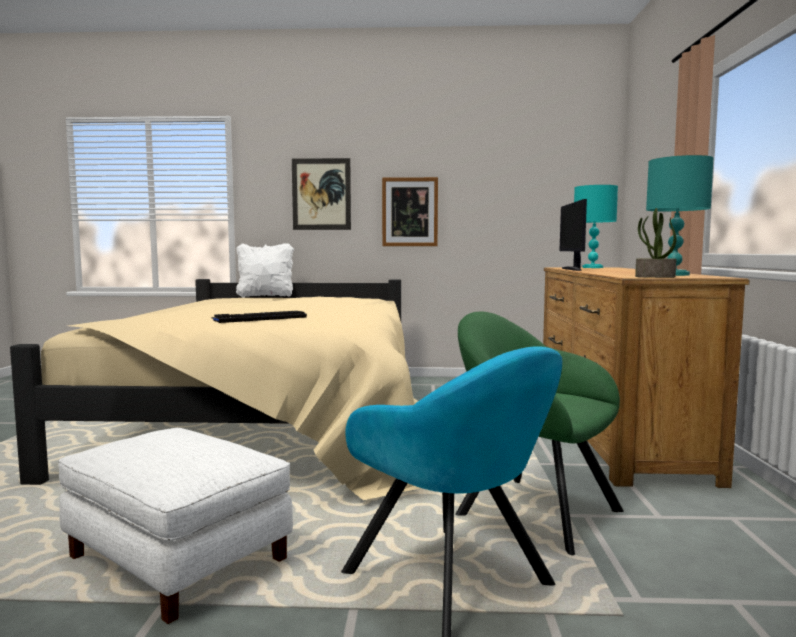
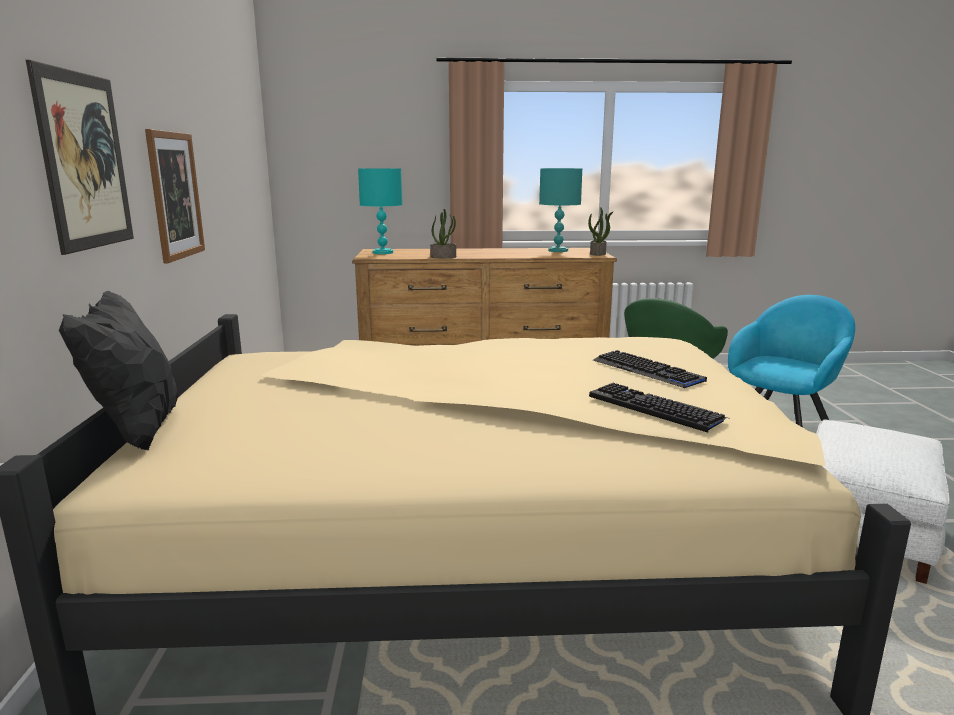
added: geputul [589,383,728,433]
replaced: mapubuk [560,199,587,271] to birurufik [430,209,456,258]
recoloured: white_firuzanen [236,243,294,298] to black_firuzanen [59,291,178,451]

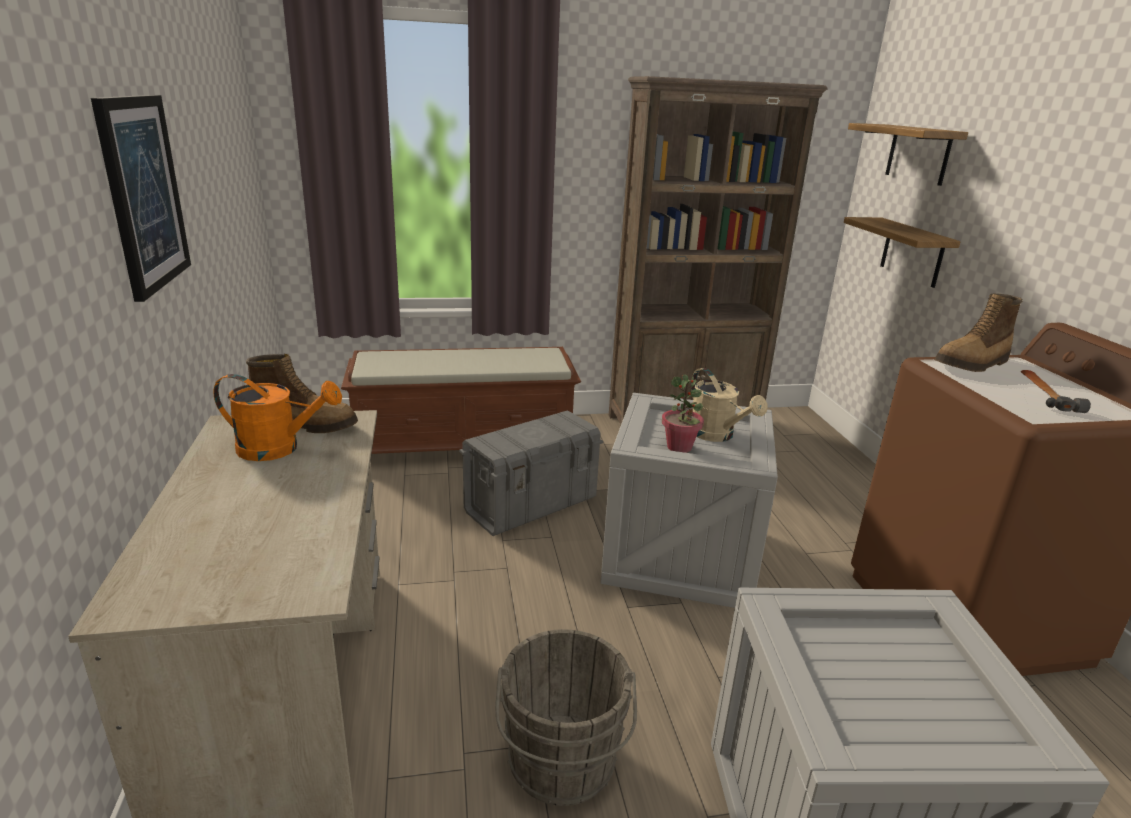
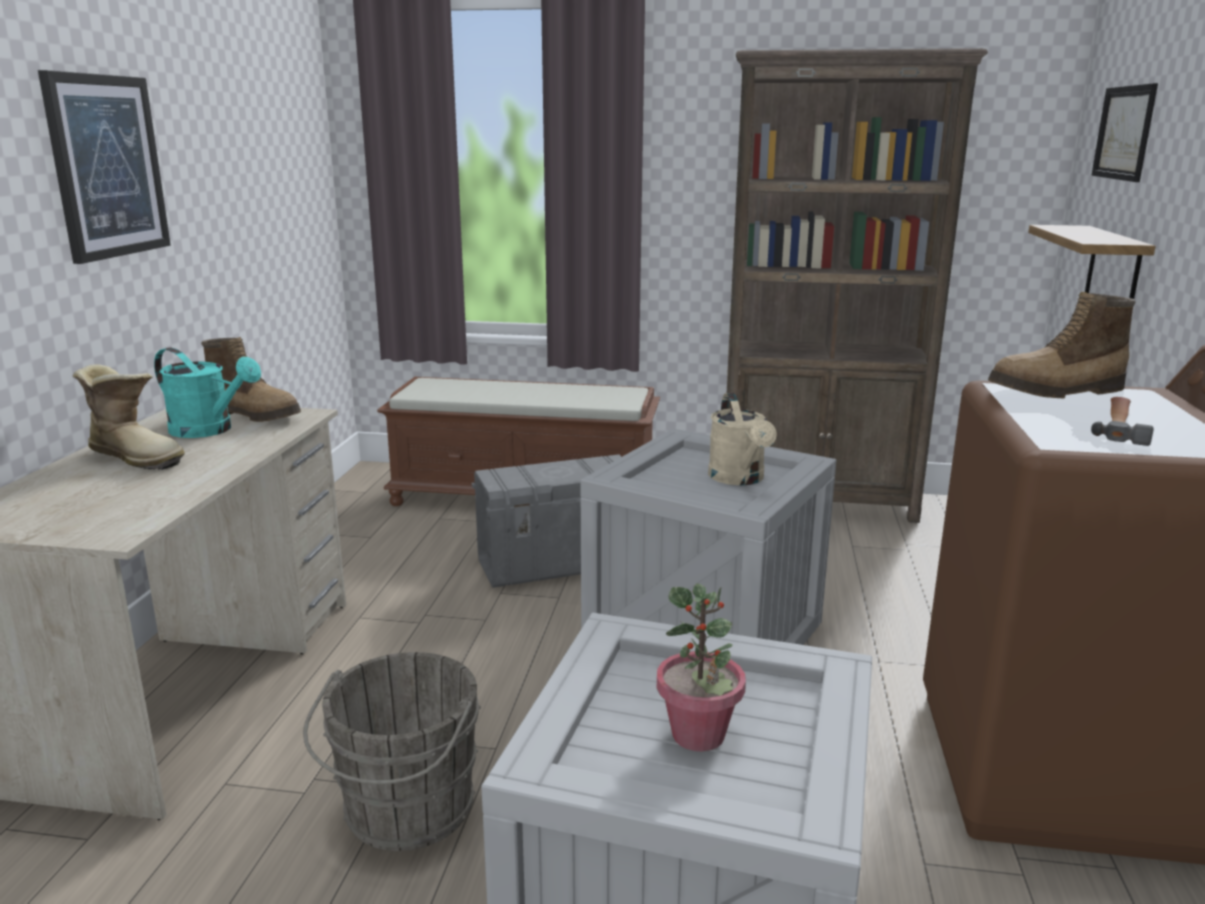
added: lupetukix [73,364,185,470]
moved: birurufik [662,374,704,453] to [657,583,746,751]
replaced: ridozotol [848,123,968,186] to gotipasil [1091,83,1158,182]
recoloured: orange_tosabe [214,374,342,461] to turquoise_tosabe [154,348,261,438]

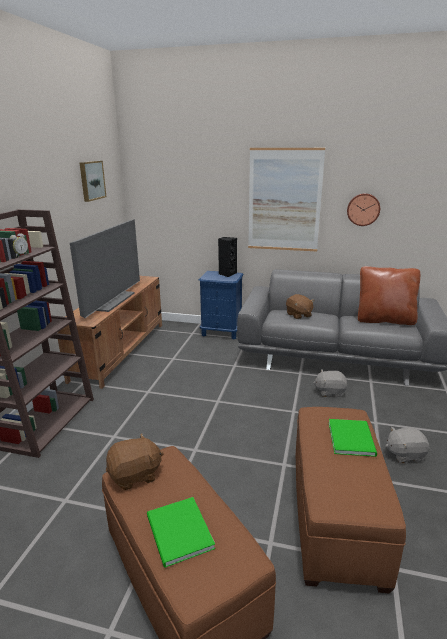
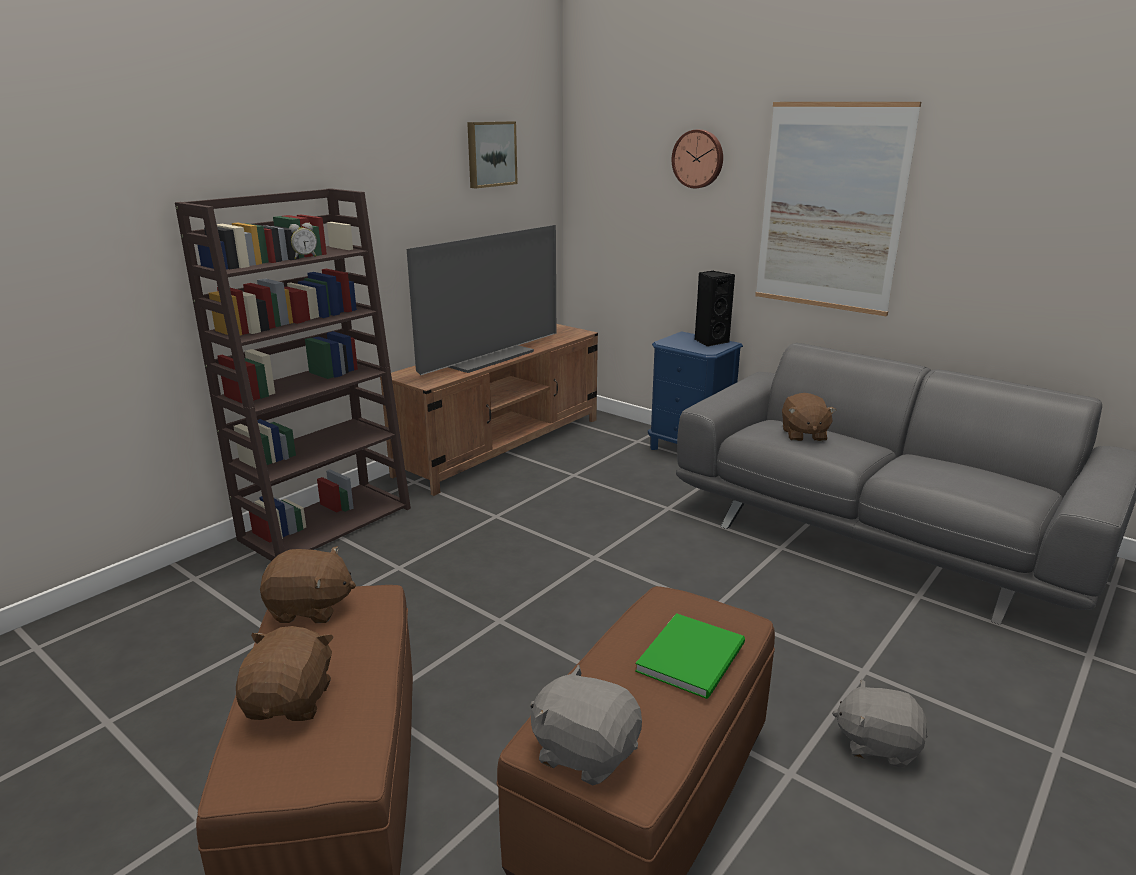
removed: brown_firuzanen [358,266,420,325]
moved: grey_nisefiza [313,369,347,397] to [530,665,642,785]; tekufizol [347,193,380,226] to [672,129,723,188]
replaced: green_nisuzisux [147,497,215,568] to brown_nisefiza [236,626,334,721]

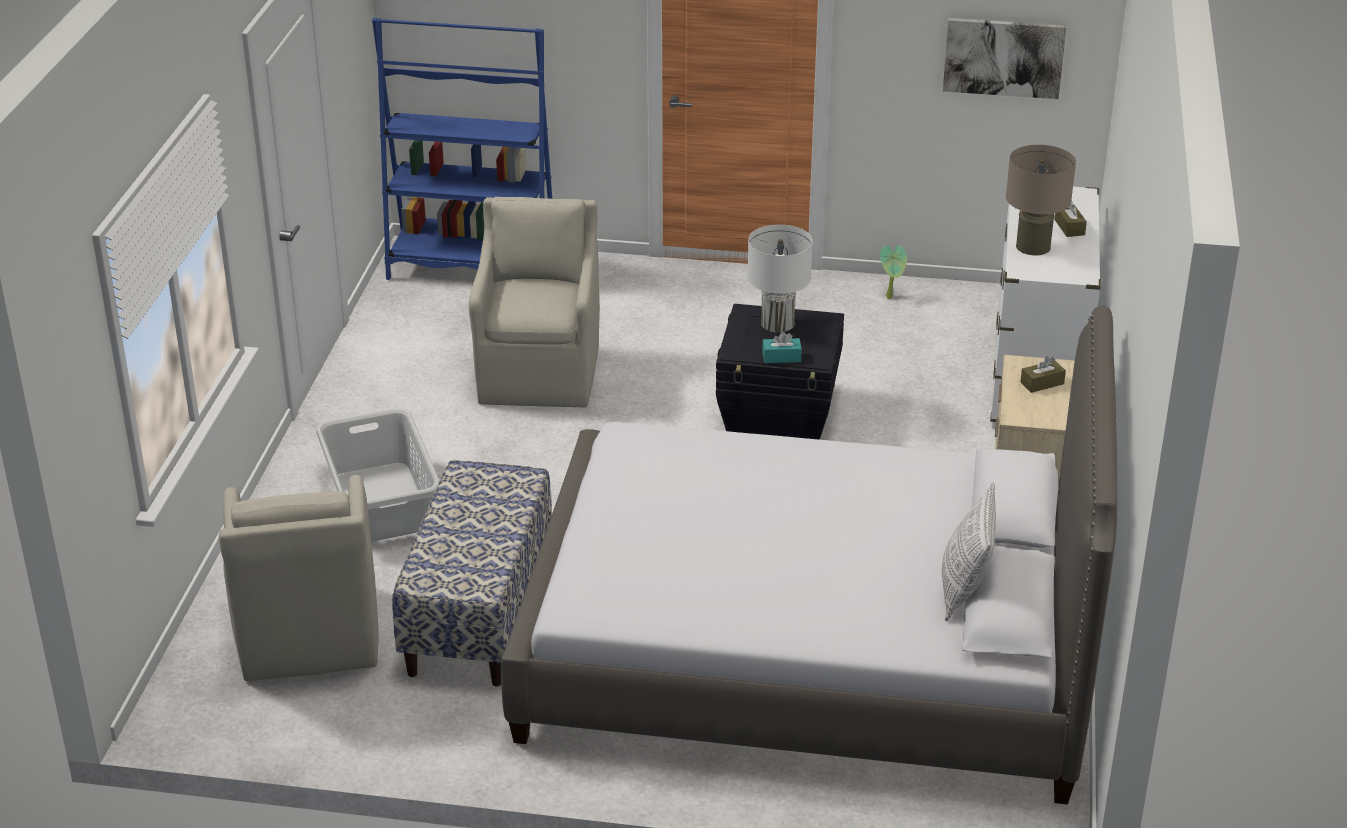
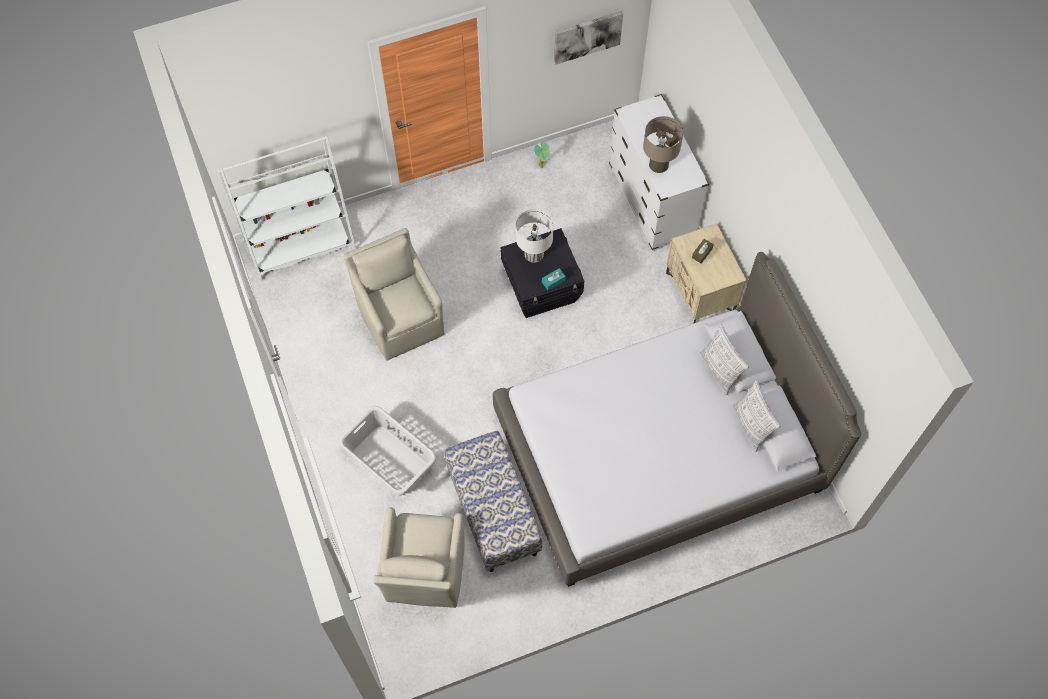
added: firuzanen [700,324,749,395]
recoloured: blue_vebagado [372,18,552,280] to white_vebagado [217,136,356,282]
turned: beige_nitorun [219,475,379,682] = [373,507,465,608] 45 degrees clockwise

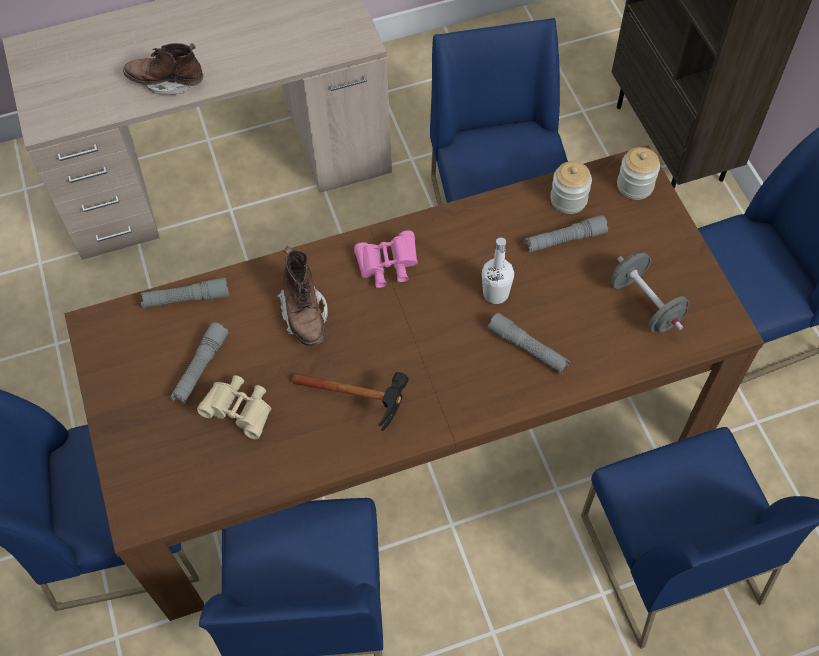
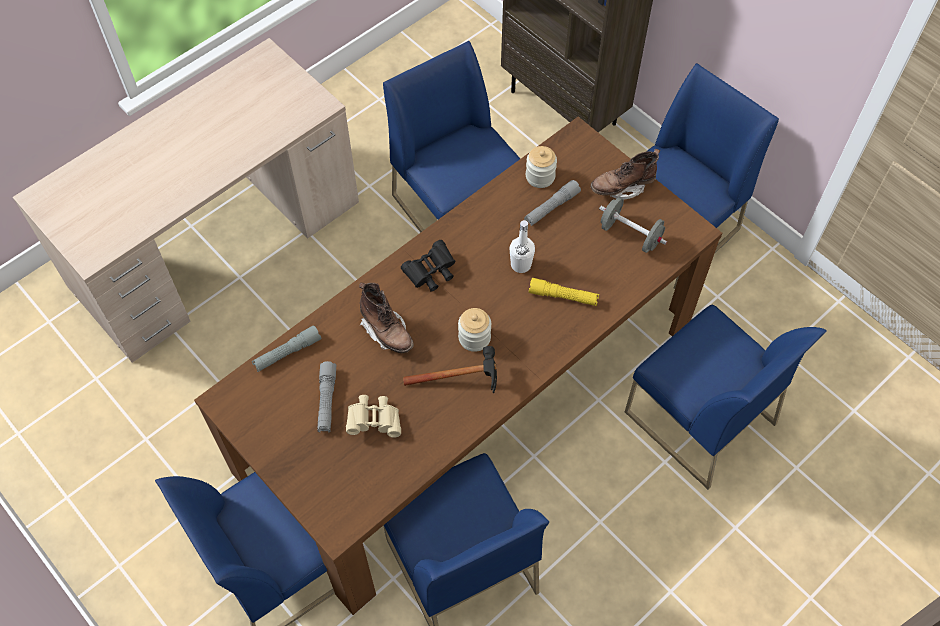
moved: brown_lupetukix [123,43,203,95] to [591,148,660,200]; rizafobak [617,147,660,200] to [458,308,491,352]
recoloured: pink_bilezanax [354,230,418,288] to black_bilezanax [401,240,455,292]; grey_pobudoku [488,313,570,374] to yellow_pobudoku [529,278,599,306]

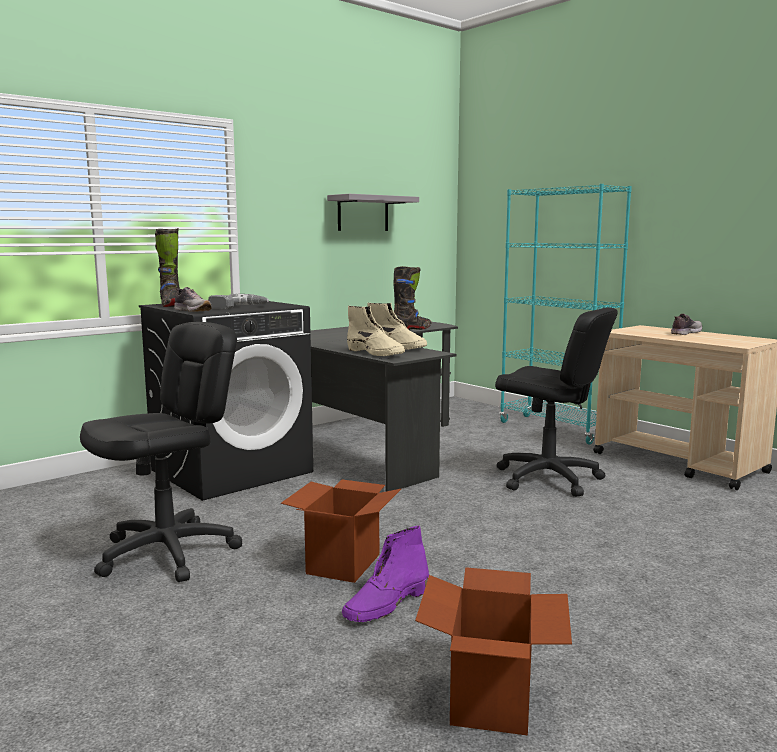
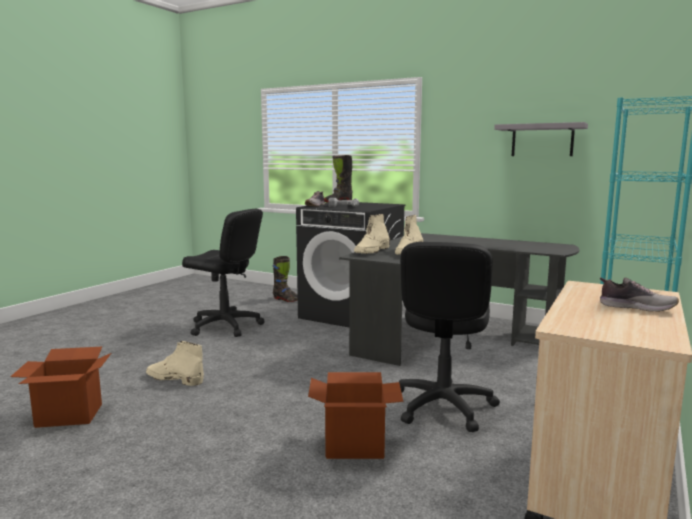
moved: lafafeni [281,480,401,583] to [308,372,403,459]; black_lupetukix [394,266,431,330] to [272,256,298,302]
recoloured: purple_lupetukix [342,526,429,622] to beige_lupetukix [146,341,204,386]

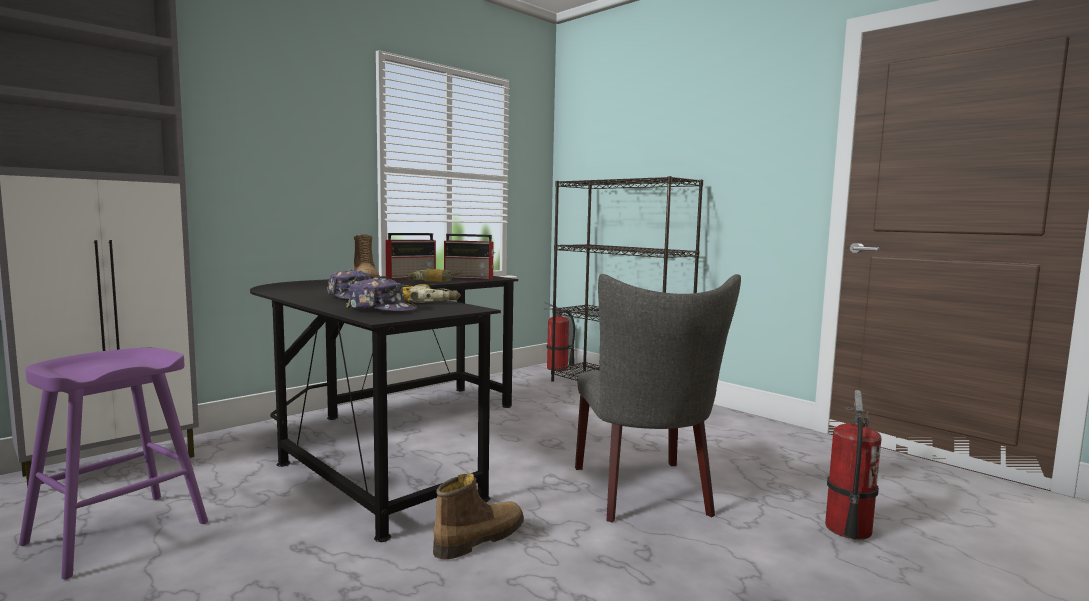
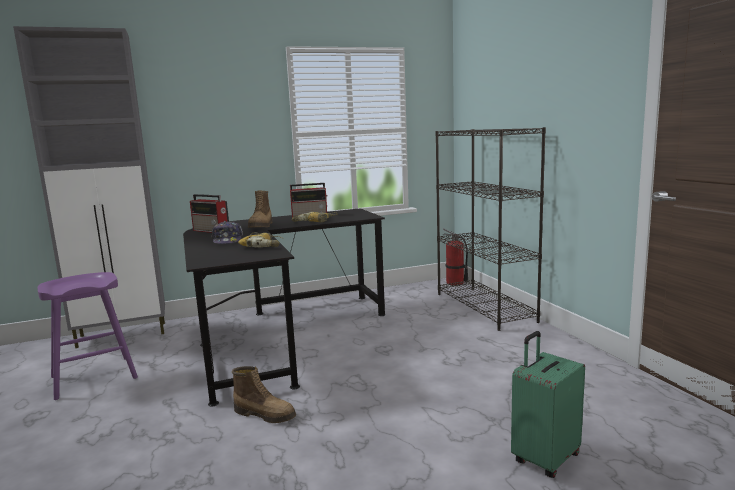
removed: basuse [346,277,417,311]; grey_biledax [575,274,741,523]
moved: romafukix [444,234,495,280] to [190,194,229,233]
replaced: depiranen [825,390,882,540] to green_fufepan [511,331,585,478]
turned: lupetukix [433,473,524,559] = [232,366,296,423] 45 degrees clockwise

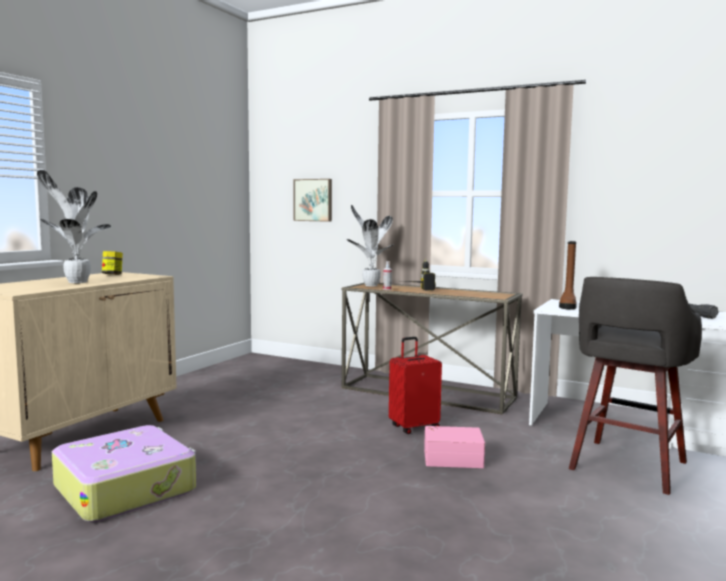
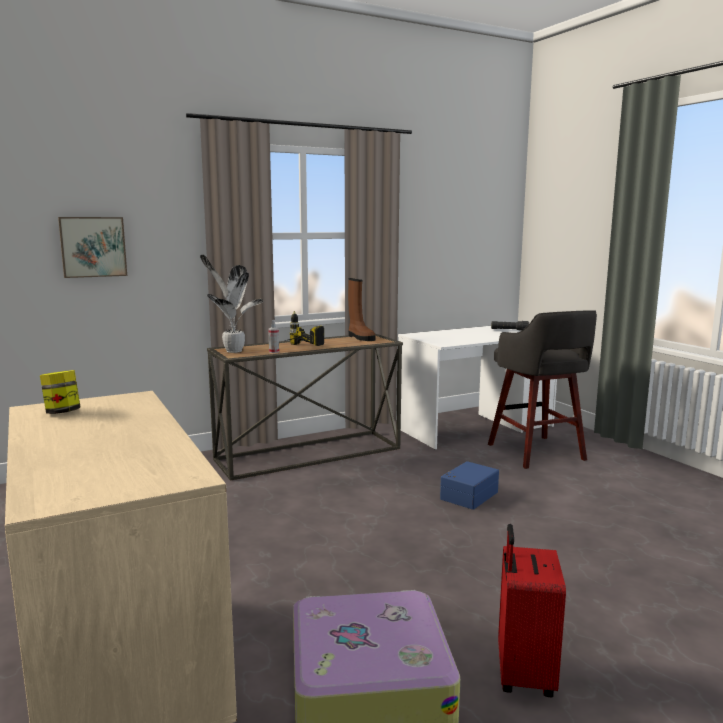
removed: birurufik [37,170,111,283]
moved: red_fufepan [389,337,442,434] to [498,524,566,697]; brown_lupetukix [559,241,577,310] to [348,278,375,341]
recoloured: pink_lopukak [424,426,485,468] to blue_lopukak [440,461,499,510]

